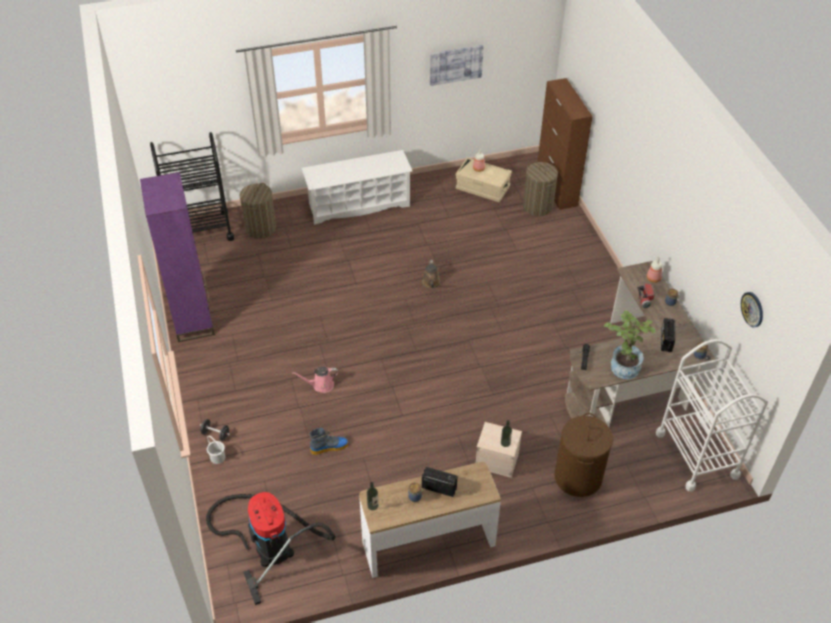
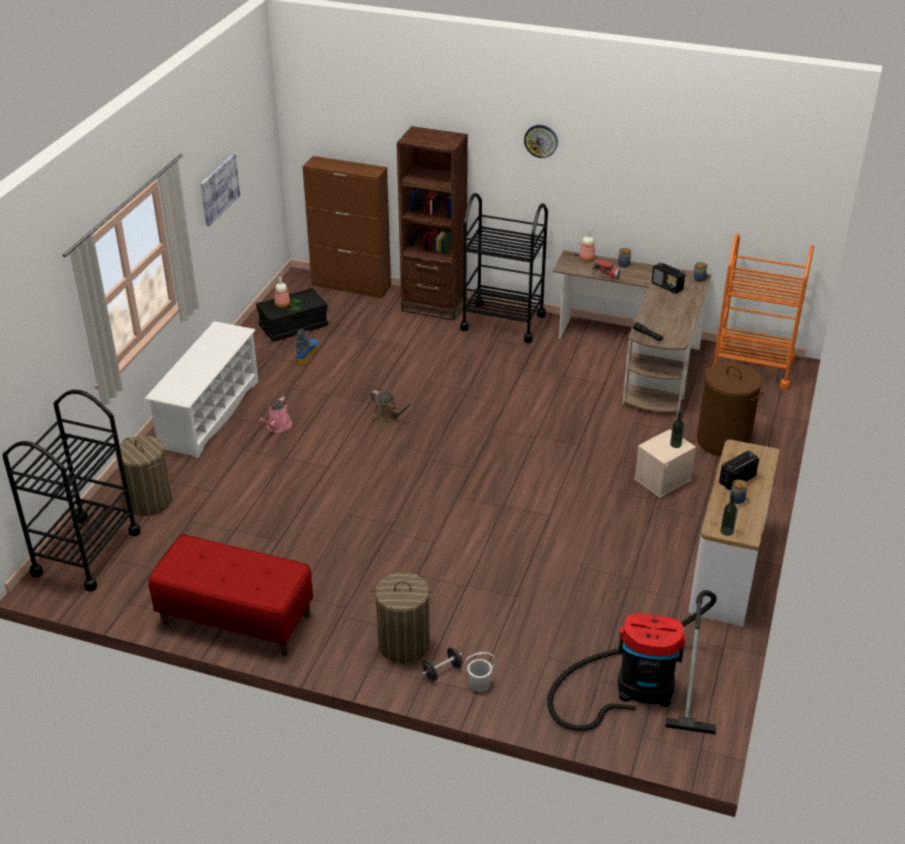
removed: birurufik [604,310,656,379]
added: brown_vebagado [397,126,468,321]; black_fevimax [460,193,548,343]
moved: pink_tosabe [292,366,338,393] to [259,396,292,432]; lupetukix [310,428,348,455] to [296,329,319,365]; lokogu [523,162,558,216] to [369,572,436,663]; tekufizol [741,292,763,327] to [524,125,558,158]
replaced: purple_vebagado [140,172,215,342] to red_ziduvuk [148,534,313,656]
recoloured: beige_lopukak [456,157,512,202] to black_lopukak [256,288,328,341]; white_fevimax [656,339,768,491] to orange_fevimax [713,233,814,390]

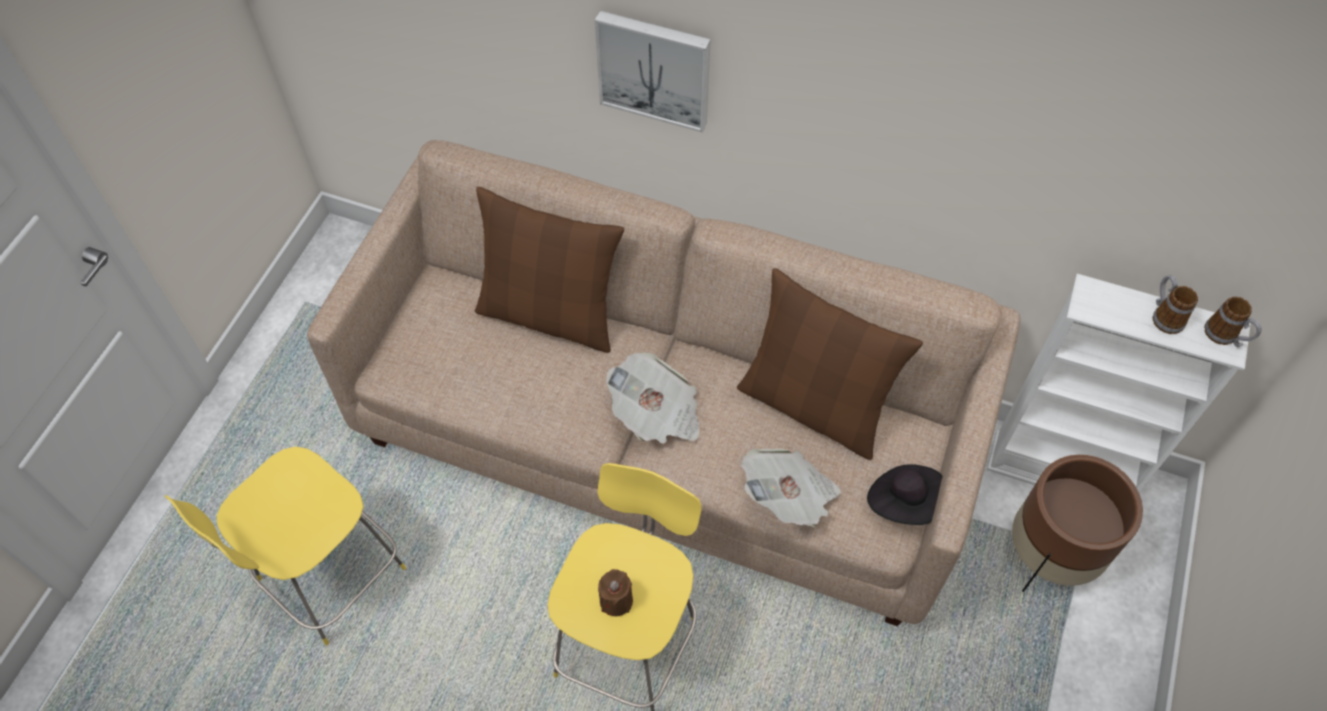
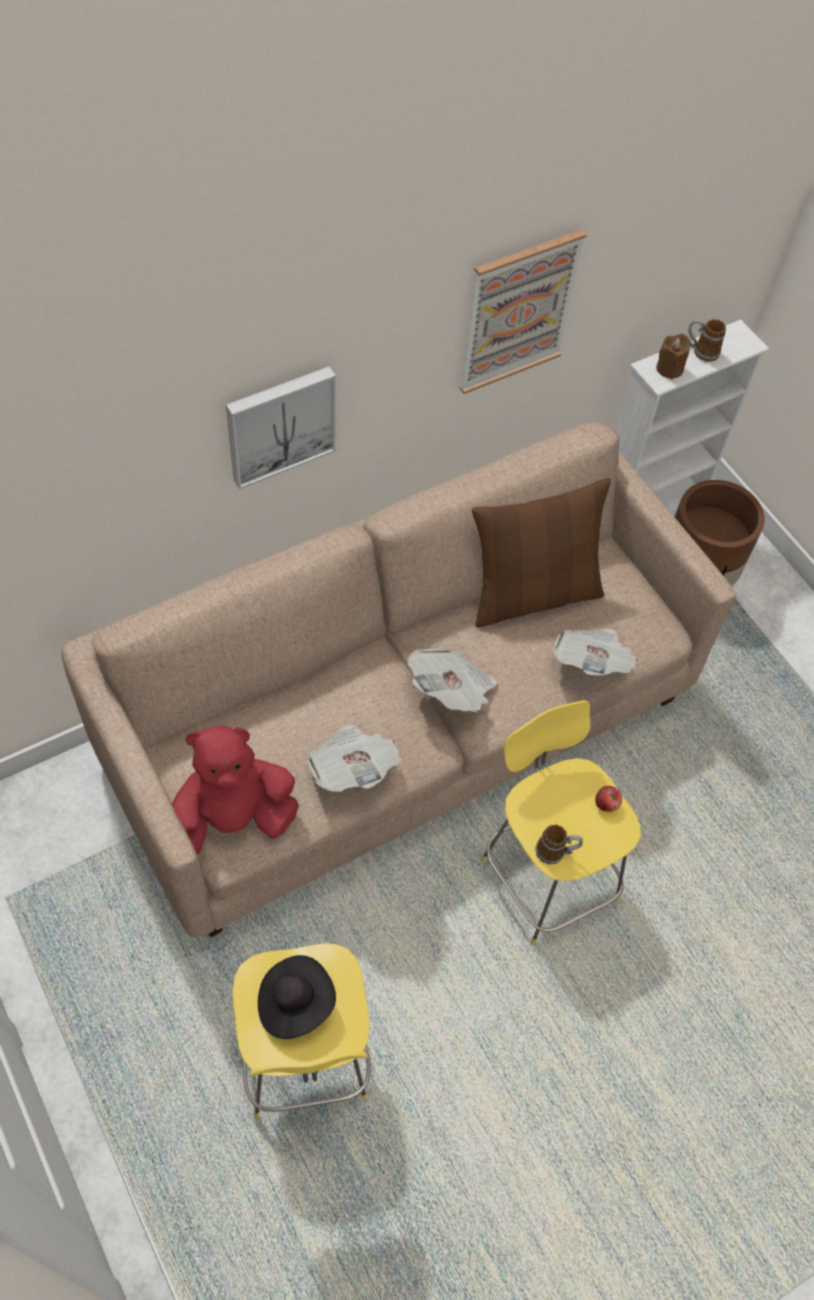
removed: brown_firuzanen [475,187,624,353]
added: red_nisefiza [172,725,299,854]; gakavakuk [307,724,400,792]; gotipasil [460,229,587,394]; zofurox [595,786,622,812]
moved: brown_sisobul [598,569,633,617] to [656,334,691,379]; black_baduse [867,464,943,525] to [258,955,336,1039]; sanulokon [1204,297,1262,347] to [535,824,583,864]

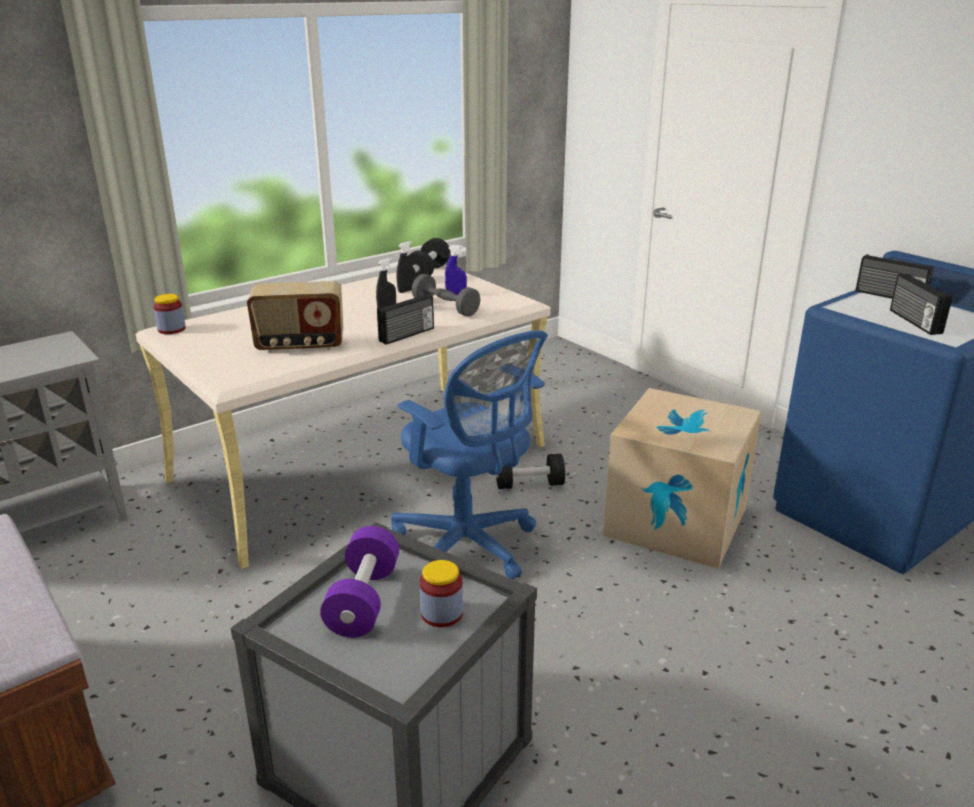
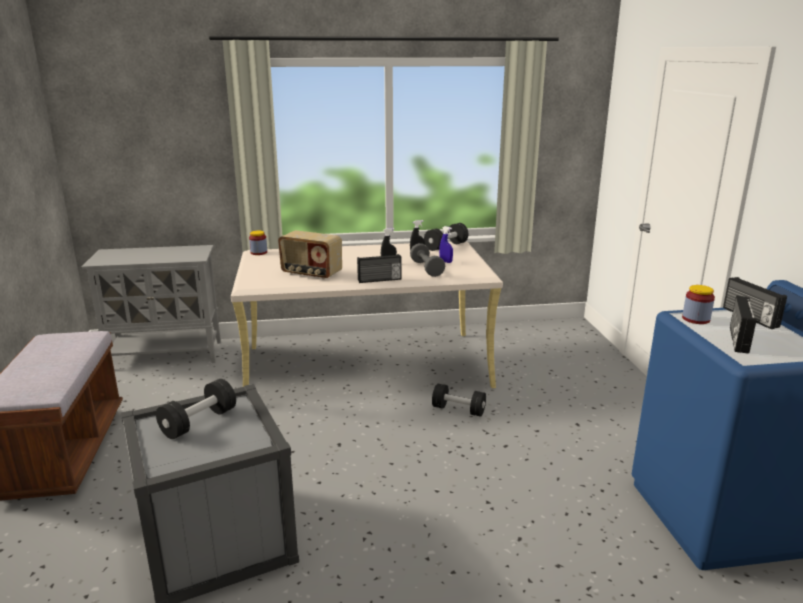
removed: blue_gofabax [391,330,548,580]; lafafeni [603,388,761,569]
moved: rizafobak [420,560,463,627] to [682,285,715,324]
recoloured: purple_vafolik [320,526,399,638] to black_vafolik [156,379,236,439]

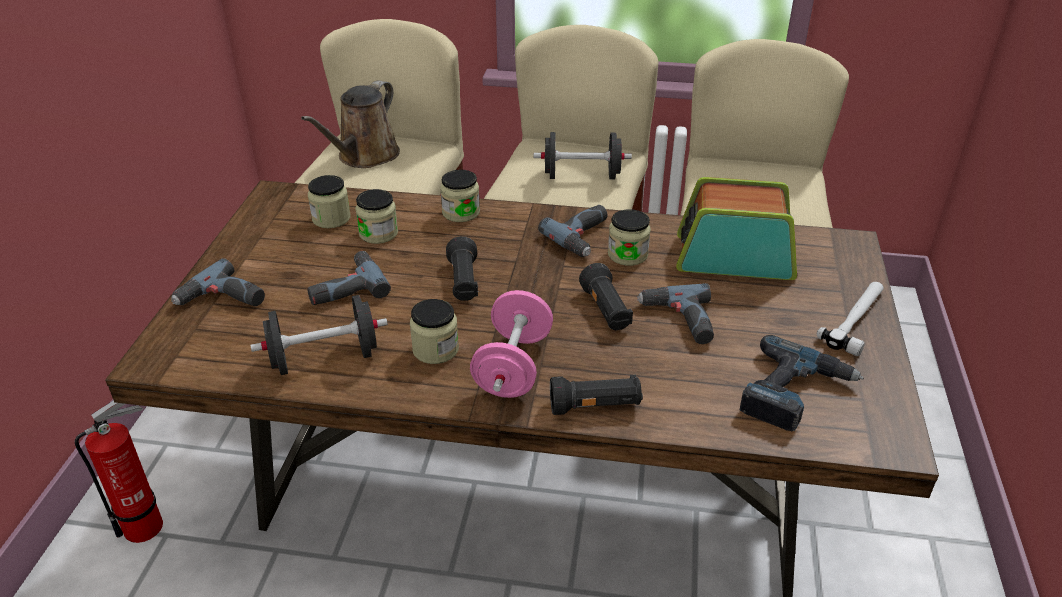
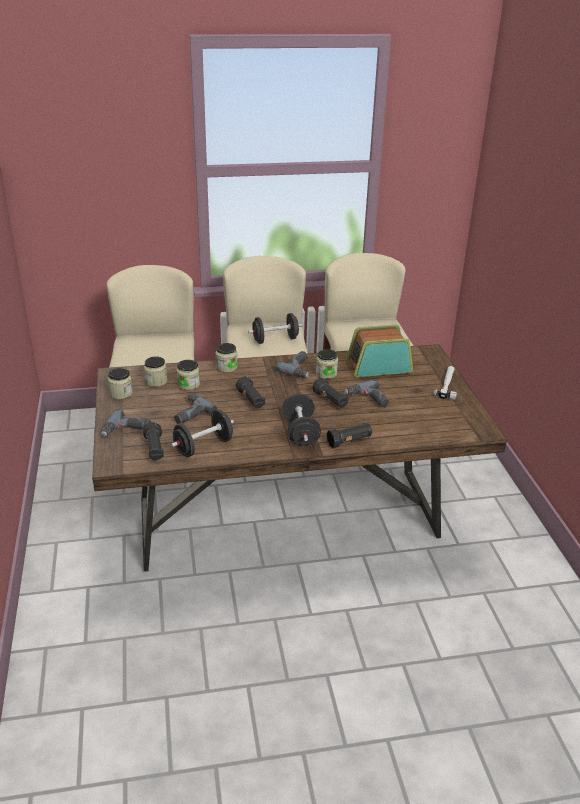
removed: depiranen [75,400,163,543]; brown_tosabe [301,81,400,168]; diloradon [740,335,864,432]
added: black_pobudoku [143,422,164,460]
moved: rizafobak [410,299,459,364] to [108,368,133,399]
recoloured: pink_vafolik [470,290,553,398] to black_vafolik [282,393,321,446]

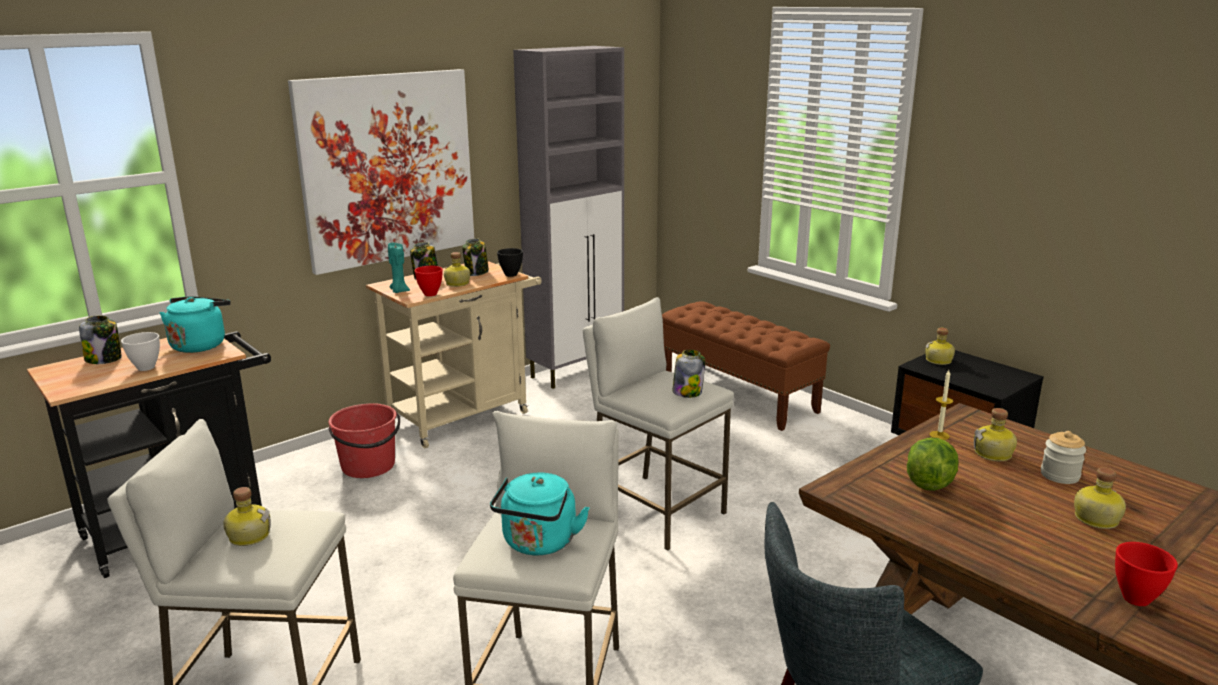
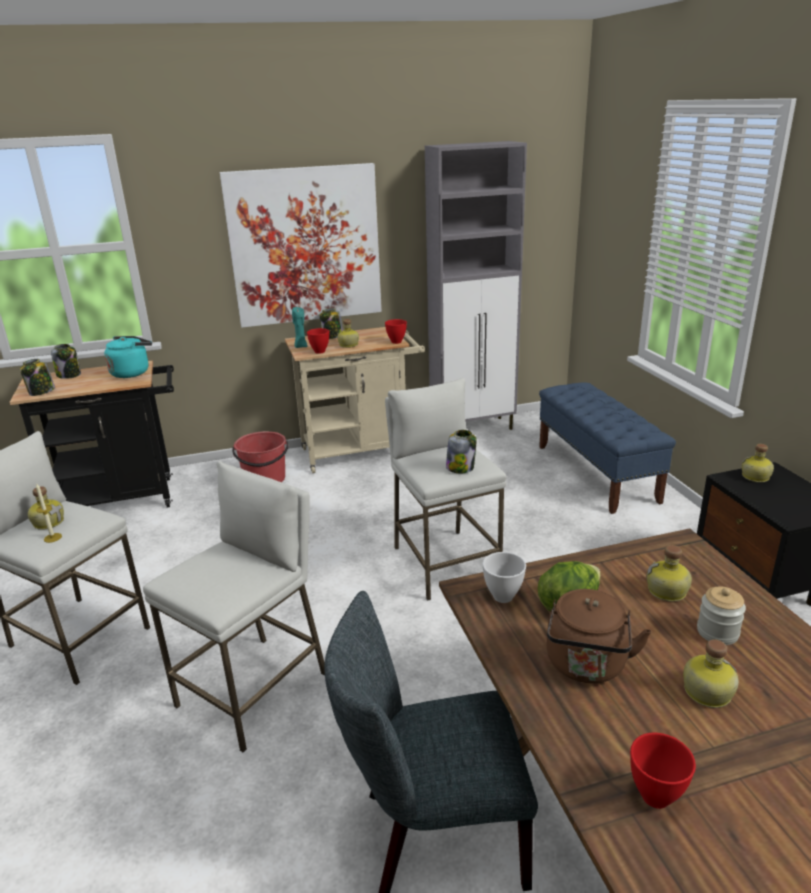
removed: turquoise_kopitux [490,473,589,555]
added: brown_kopitux [547,589,651,683]
moved: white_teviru [121,332,160,371] to [482,552,526,603]; rizafobak [462,238,489,276] to [20,359,55,396]; sisobul [930,370,953,440] to [36,484,62,543]
recoloured: black_teviru [497,248,523,277] to red_teviru [385,319,407,344]; brown_ziduvuk [662,302,830,431] to blue_ziduvuk [539,382,676,514]

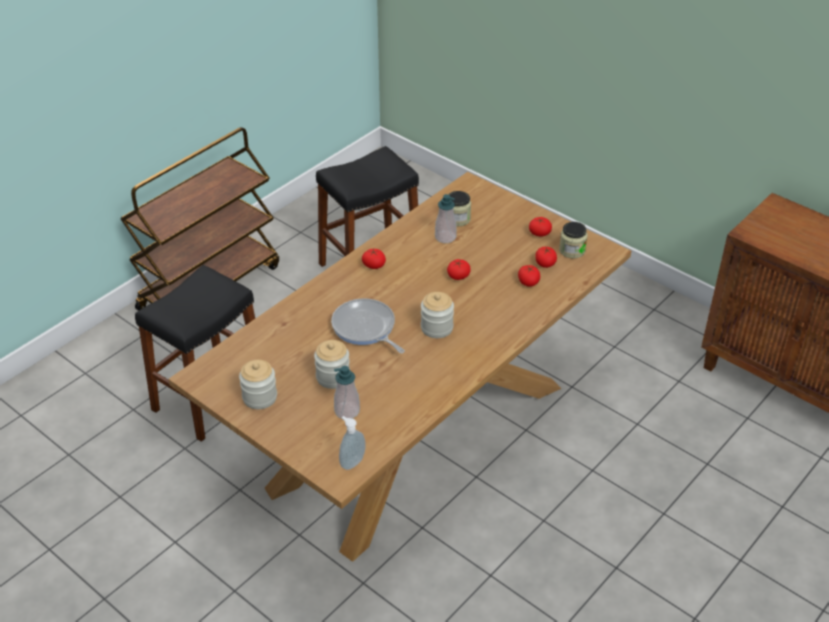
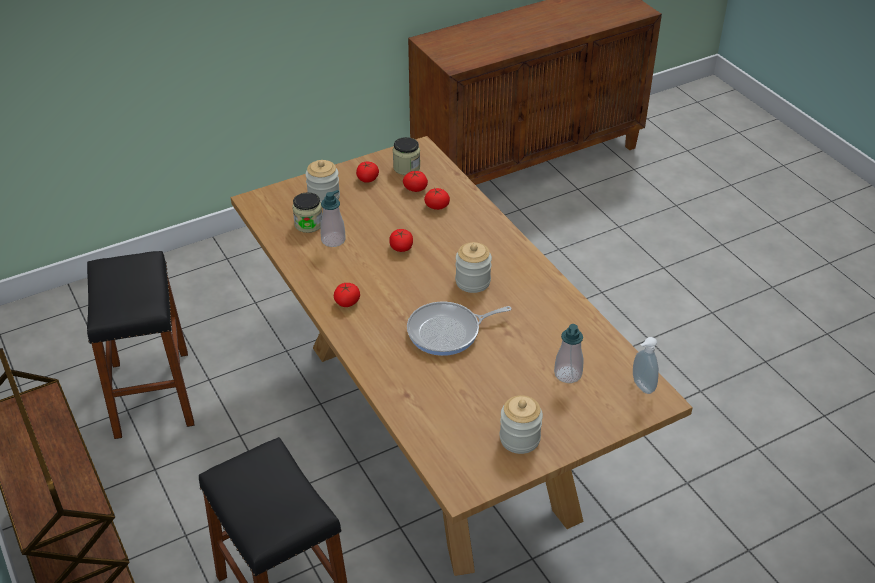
moved: rizafobak [314,340,350,389] to [305,160,340,202]

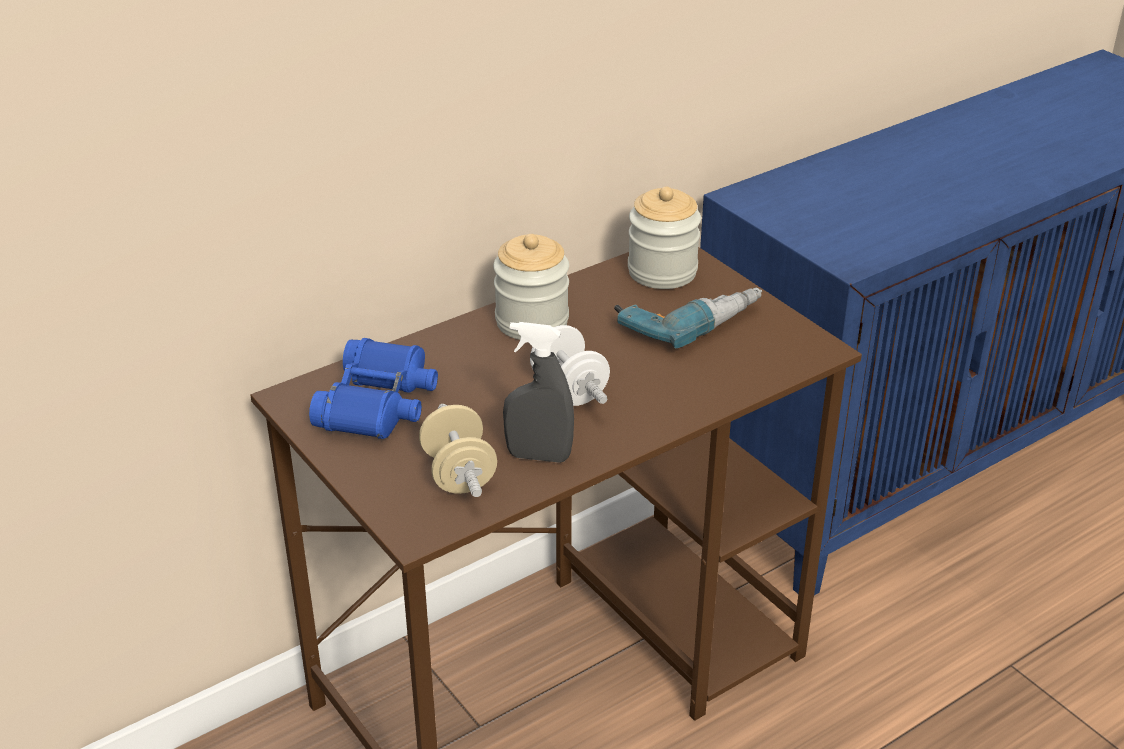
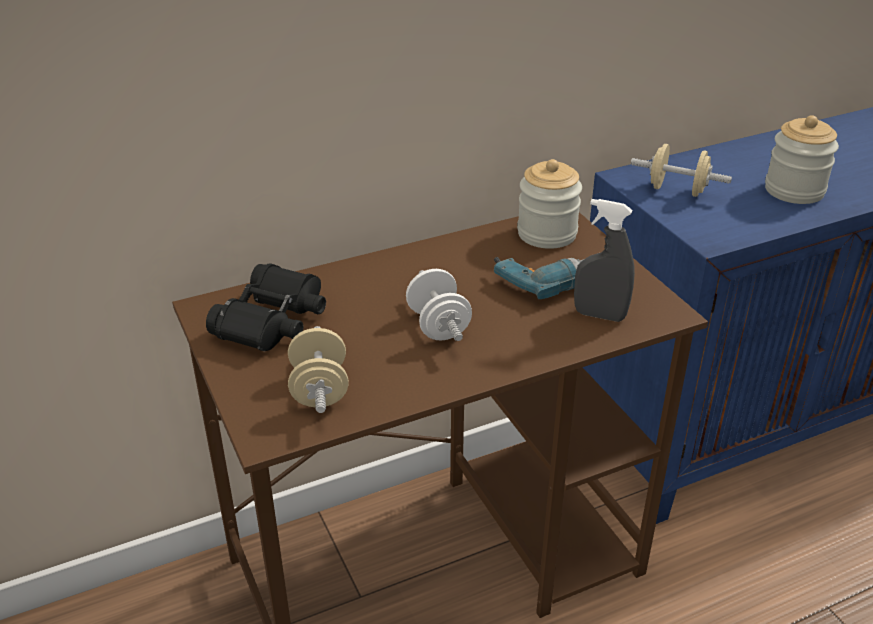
added: beige_vafolik [631,144,732,197]
moved: rizafobak [493,234,569,340] to [765,115,839,204]; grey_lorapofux [503,322,574,463] to [574,199,635,322]
recoloured: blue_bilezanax [309,338,438,439] to black_bilezanax [206,263,326,351]

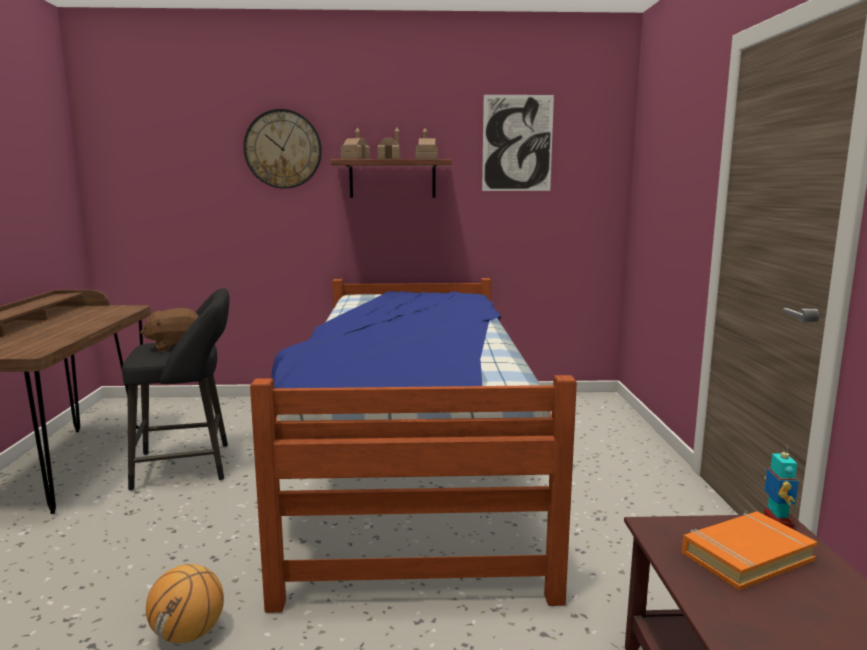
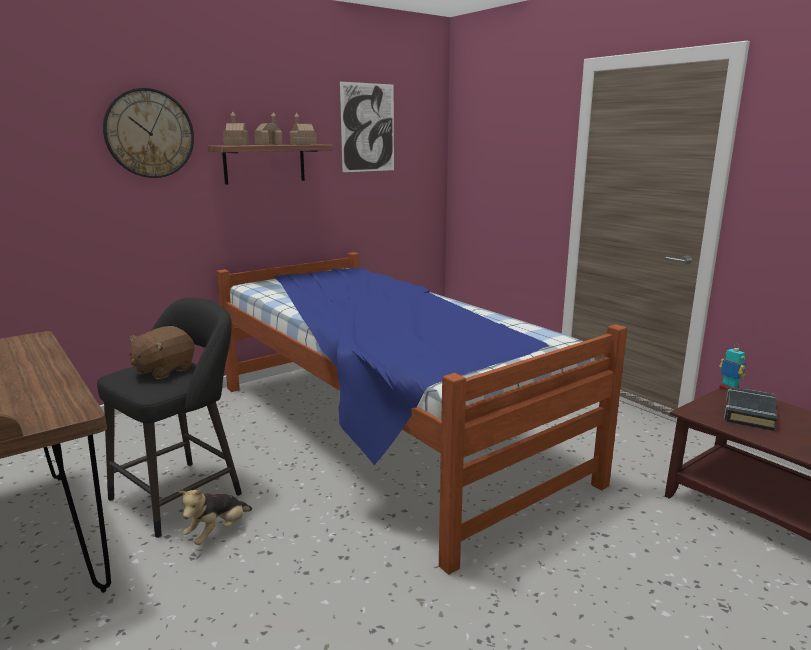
removed: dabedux [146,564,224,643]
added: nisefiza [178,489,252,545]
recoloured: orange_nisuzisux [682,511,818,590] to black_nisuzisux [724,387,777,431]

